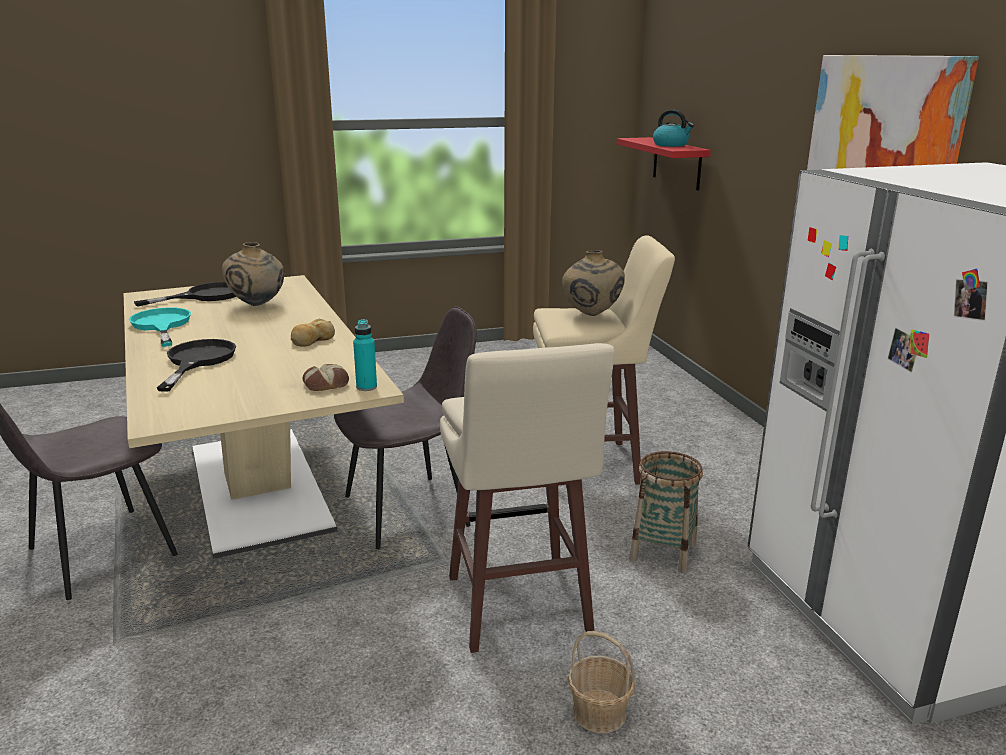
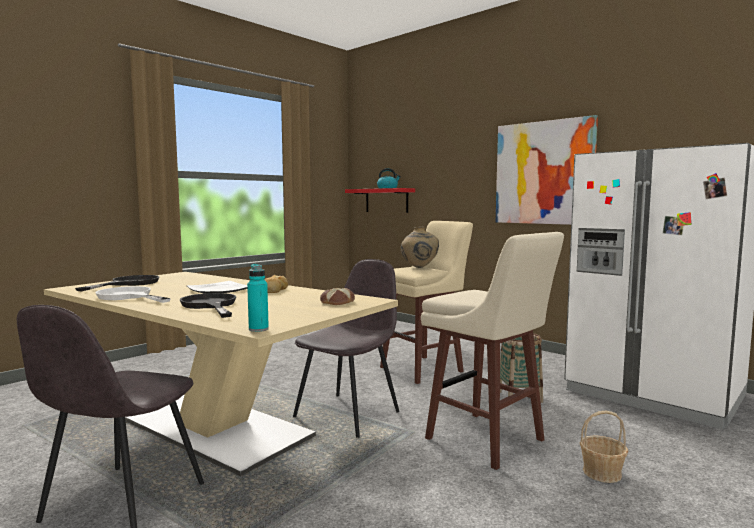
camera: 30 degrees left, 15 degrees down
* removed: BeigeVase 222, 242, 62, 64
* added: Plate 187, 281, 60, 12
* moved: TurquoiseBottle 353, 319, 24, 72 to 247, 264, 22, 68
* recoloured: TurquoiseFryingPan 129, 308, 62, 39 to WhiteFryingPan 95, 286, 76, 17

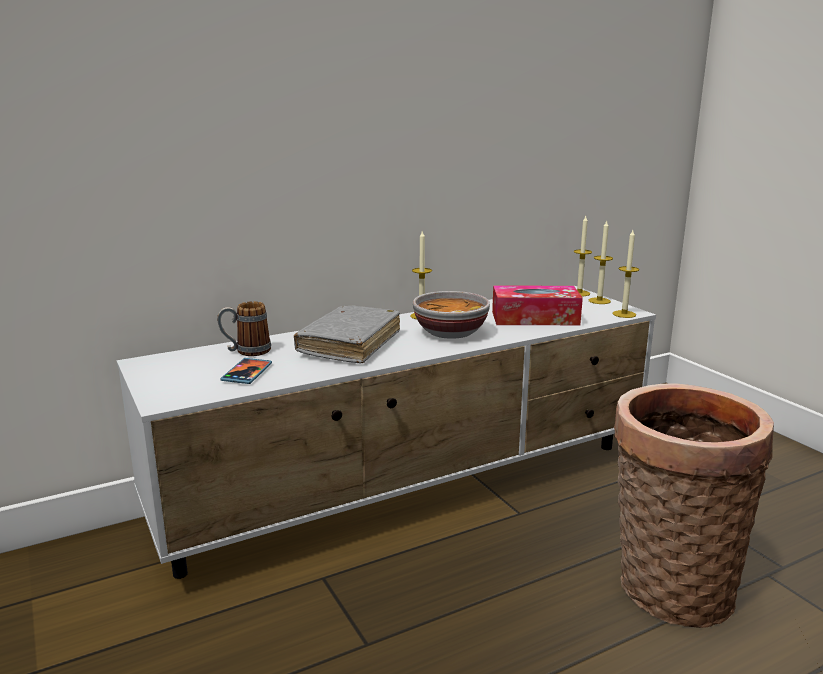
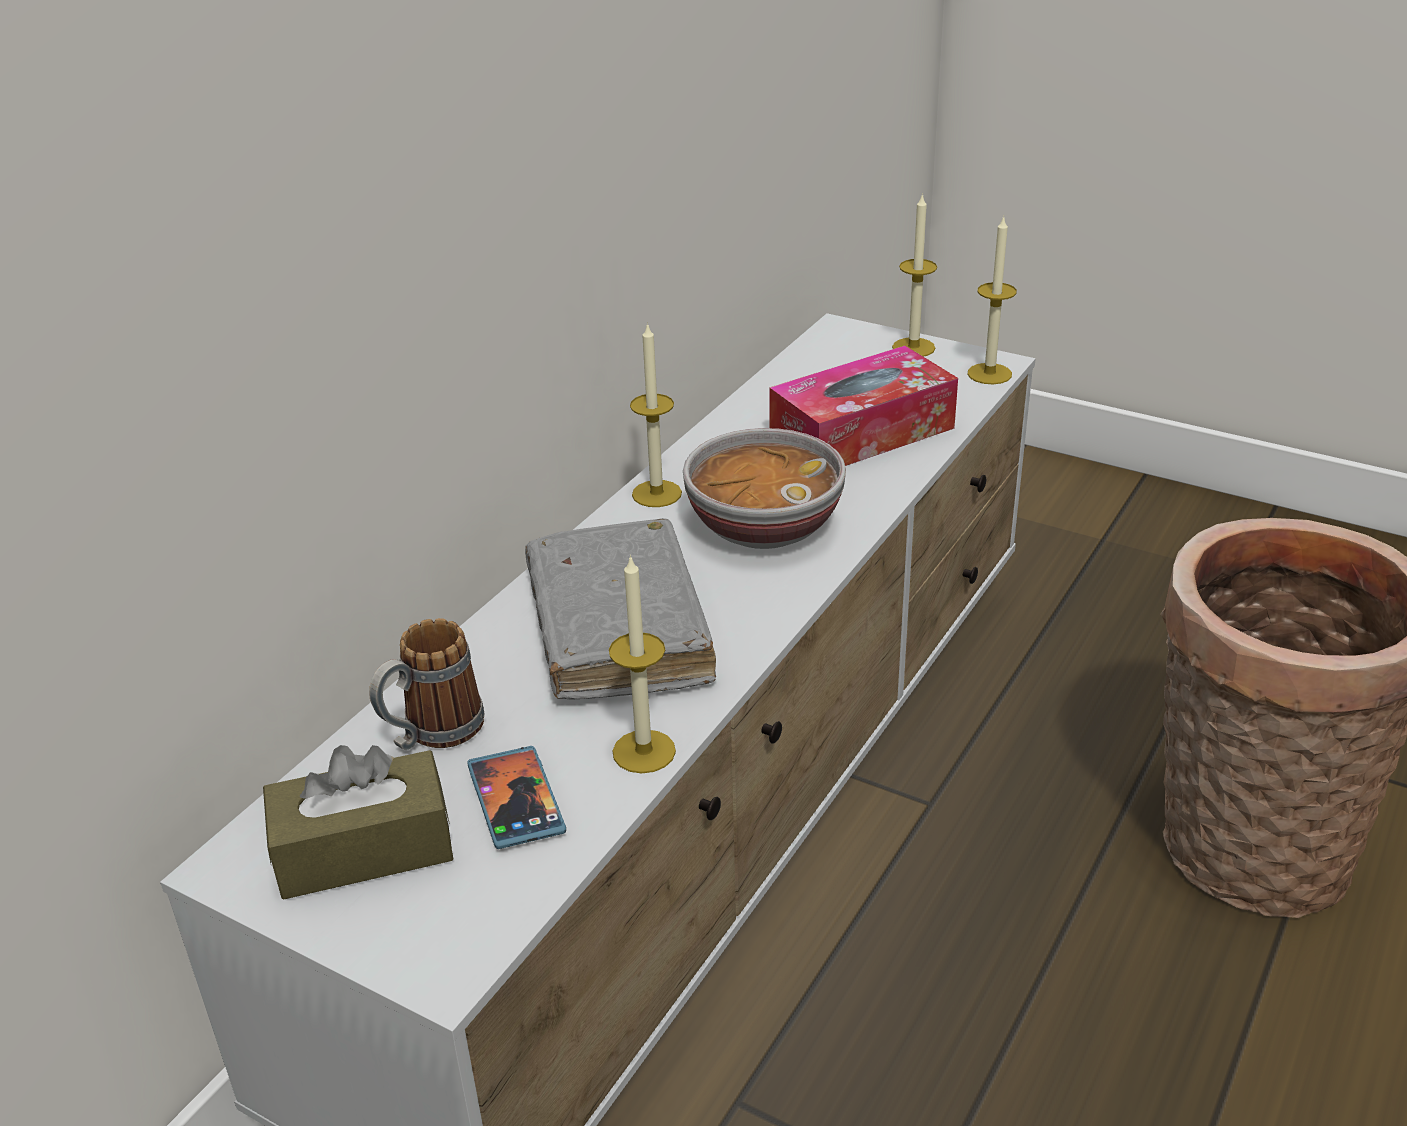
camera: 30 degrees left, 15 degrees up
* added: BrownTissueBox 263, 745, 190, 154
* moved: Candle 574, 216, 18, 80 to 609, 555, 67, 218

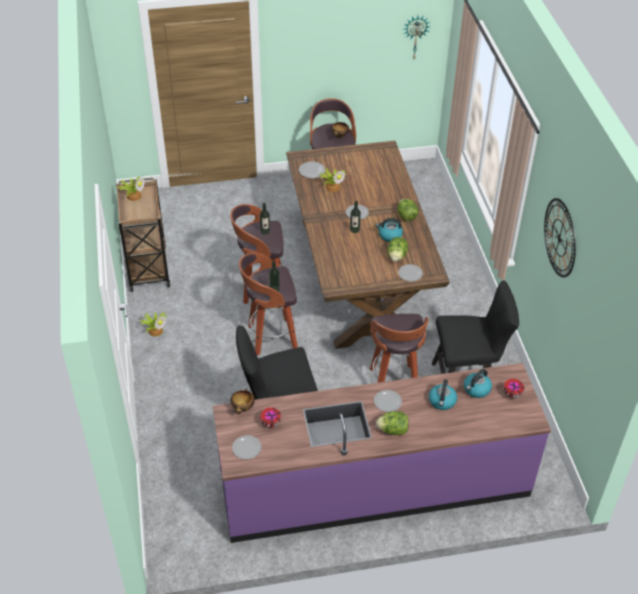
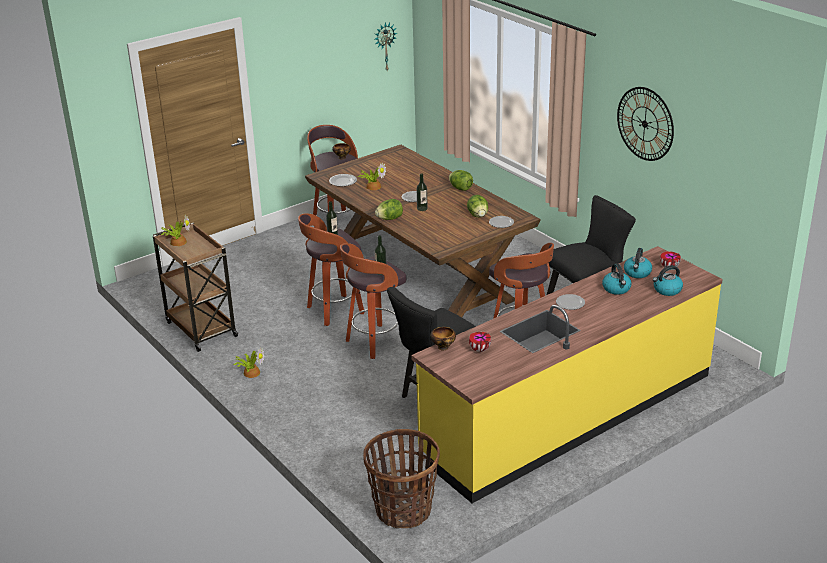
camera: 25 degrees left, 15 degrees down
* removed: Plate 232, 435, 29, 24
* added: Basket 363, 429, 77, 99
* moved: Kettle 376, 218, 27, 24 to 653, 265, 30, 31
* moved: Lettuce 376, 411, 33, 24 to 375, 199, 28, 21
* recoloured: PurpleCounter 213, 363, 338, 180 to YellowCounter 411, 246, 312, 257

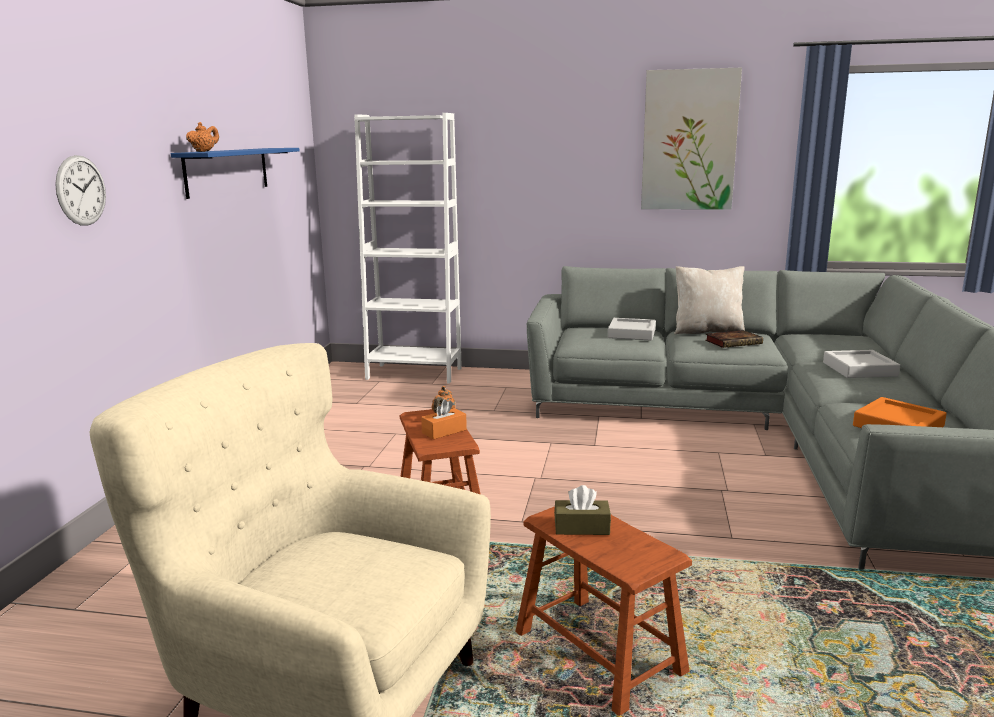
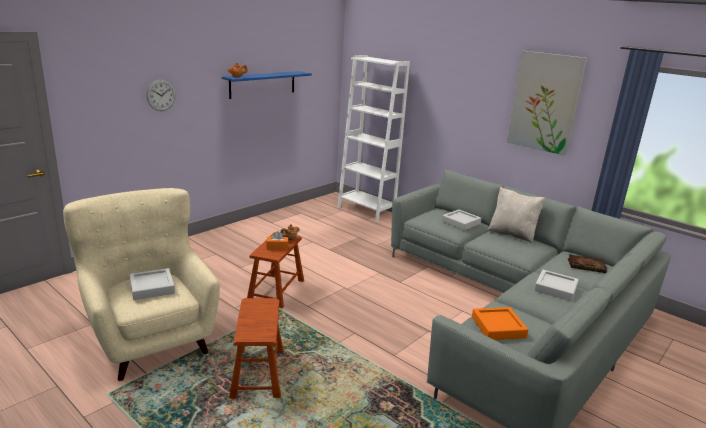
camera: 30 degrees right, 5 degrees up
* removed: BrownTissueBox 554, 485, 57, 50
* added: GreyTray 129, 268, 46, 32
* moved: Book 705, 330, 58, 18 to 568, 254, 39, 19

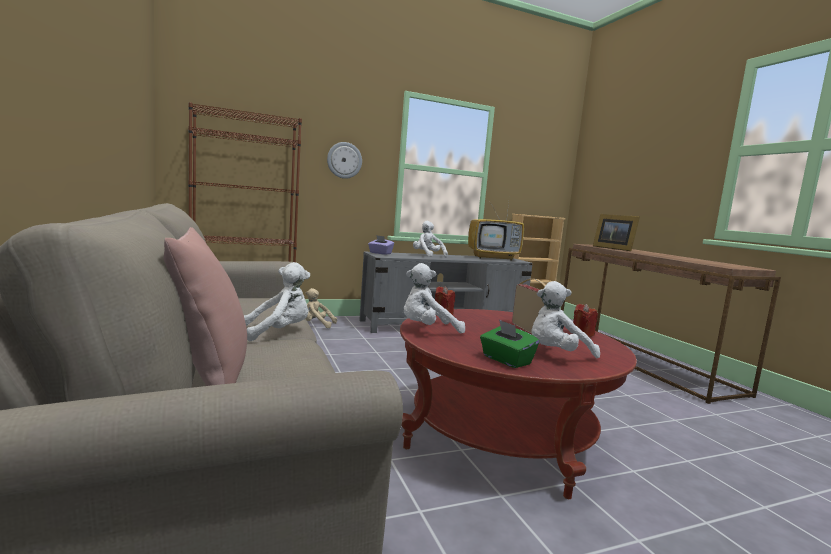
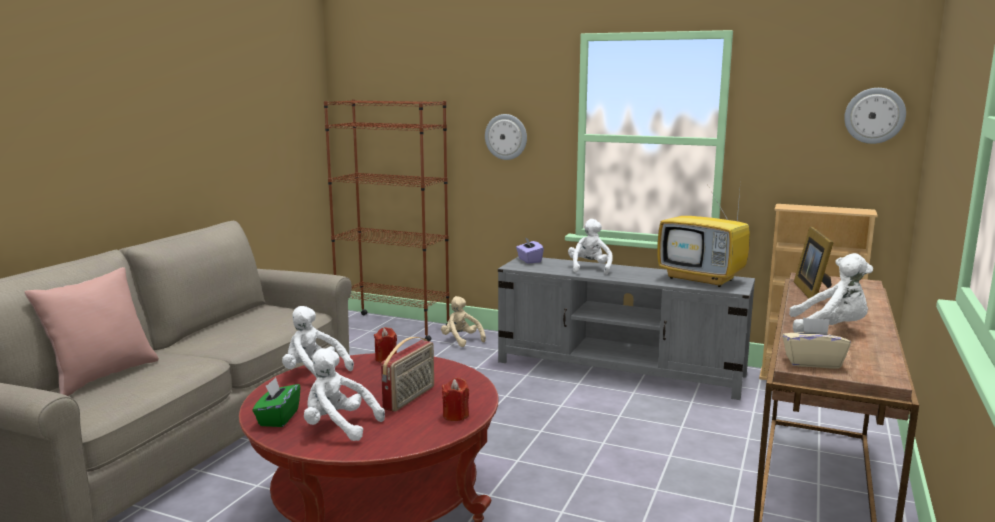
camera: 45 degrees right, 5 degrees up
* added: BeigeTissueBox 782, 318, 69, 51
* added: WallClock 844, 88, 62, 56
* moved: WhitePlushToy 244, 262, 66, 80 to 789, 253, 84, 80

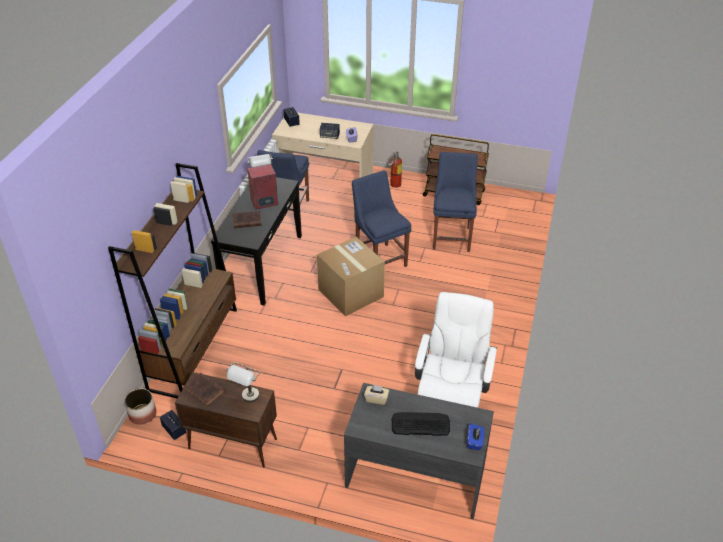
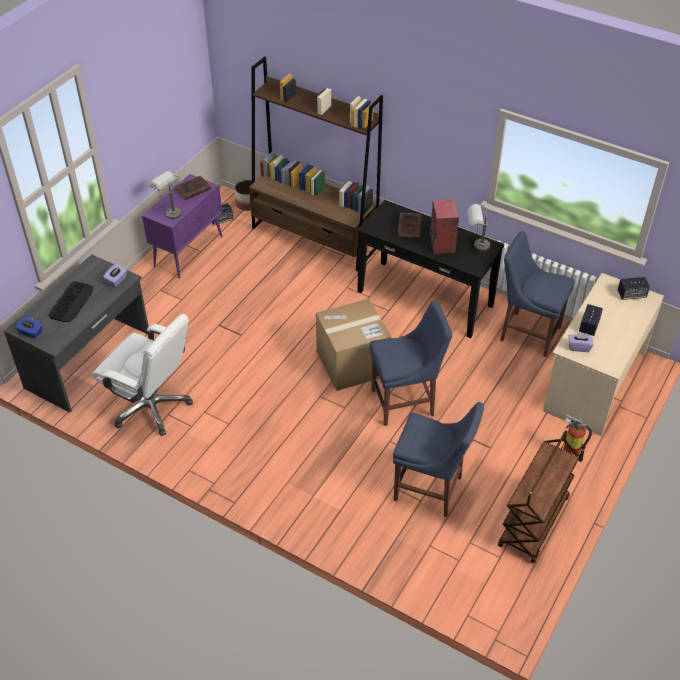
camera: 105 degrees right, 5 degrees up
* recoloured: BrownCabinet 175, 372, 102, 96 to PurpleCabinet 142, 174, 80, 104
* recoloured: BeigeTissueBox 364, 385, 25, 20 to PurpleTissueBox 103, 264, 24, 23

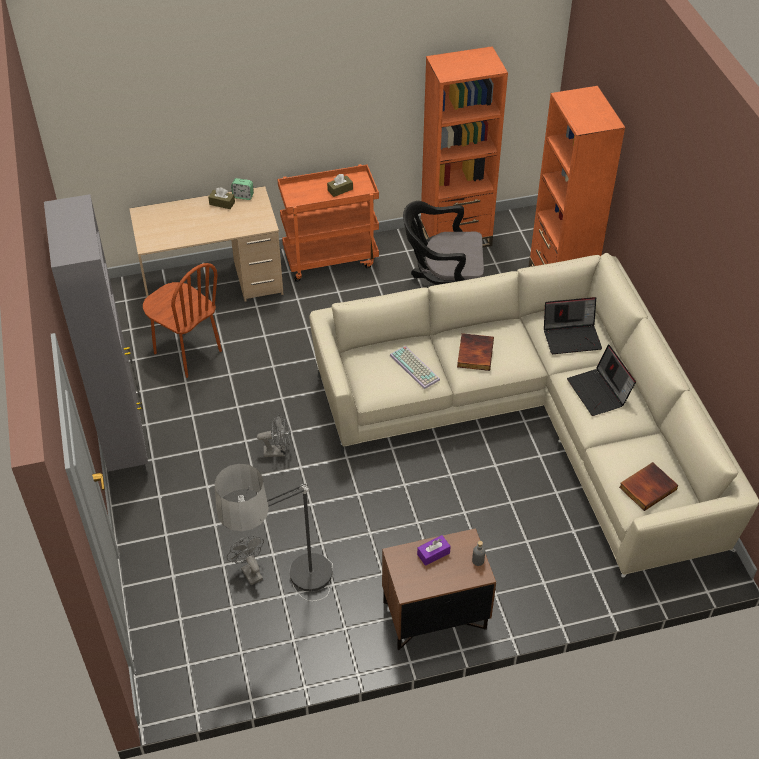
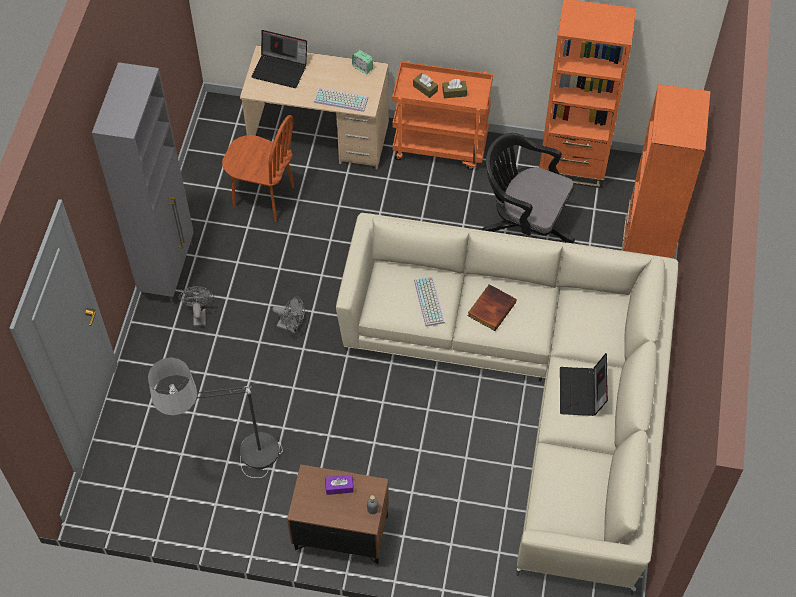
camera: 25 degrees right, 10 degrees up
* removed: Book 619, 462, 59, 49
* added: Keyboard 314, 88, 54, 24
* moved: BrownTissueBox 208, 187, 27, 22 to 413, 73, 25, 25
* moved: GreyFan 227, 536, 37, 49 to 179, 286, 35, 41
* moved: Laptop 544, 297, 58, 57 to 251, 30, 56, 58
* turned: BrownChair 143, 263, 79, 115 = 222, 115, 72, 107 45 degrees counterclockwise

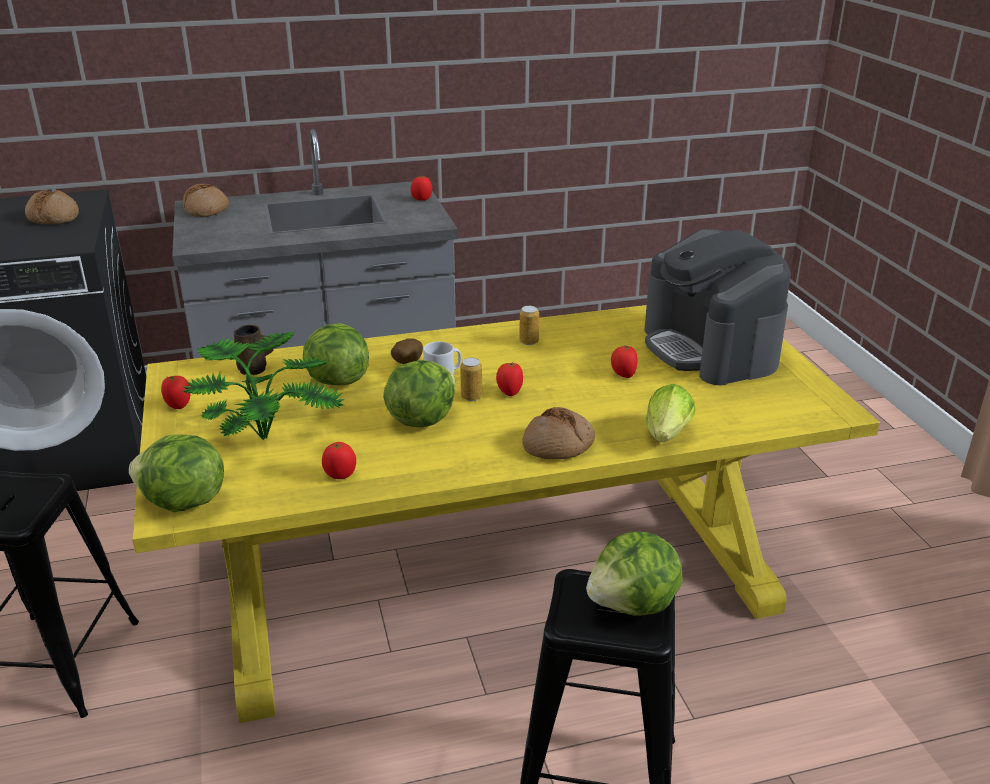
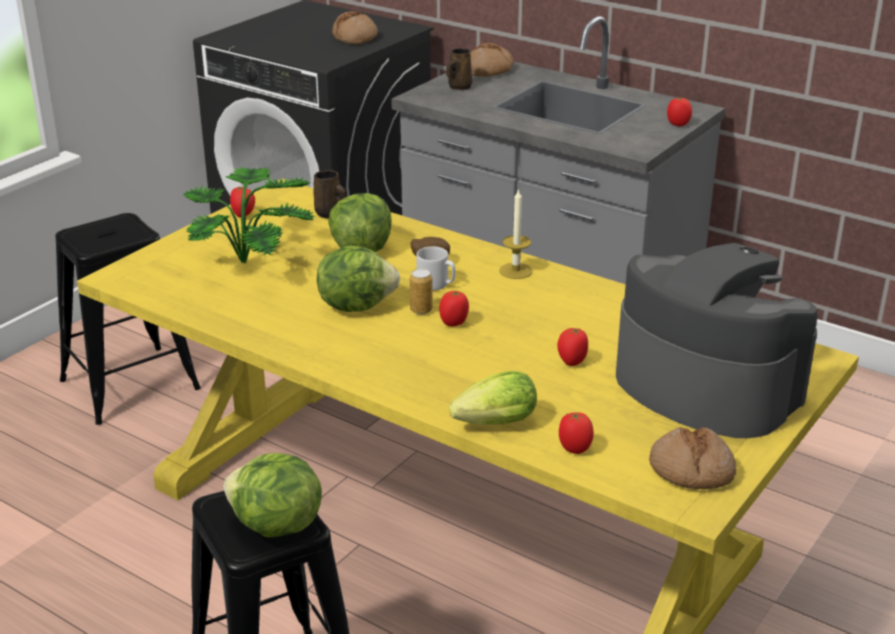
camera: 50 degrees right, 0 degrees up
* removed: Lettuce 129, 435, 95, 77
* removed: Can 519, 306, 20, 39
* added: BrownMug 446, 48, 26, 42
* added: Candle 499, 188, 34, 91
* moved: Tomato 322, 442, 34, 37 to 559, 412, 35, 42
* moved: Bread 522, 407, 73, 52 to 649, 427, 87, 62
* turned: CoffeeMachine 644, 229, 147, 156 = 616, 243, 202, 195 105 degrees clockwise

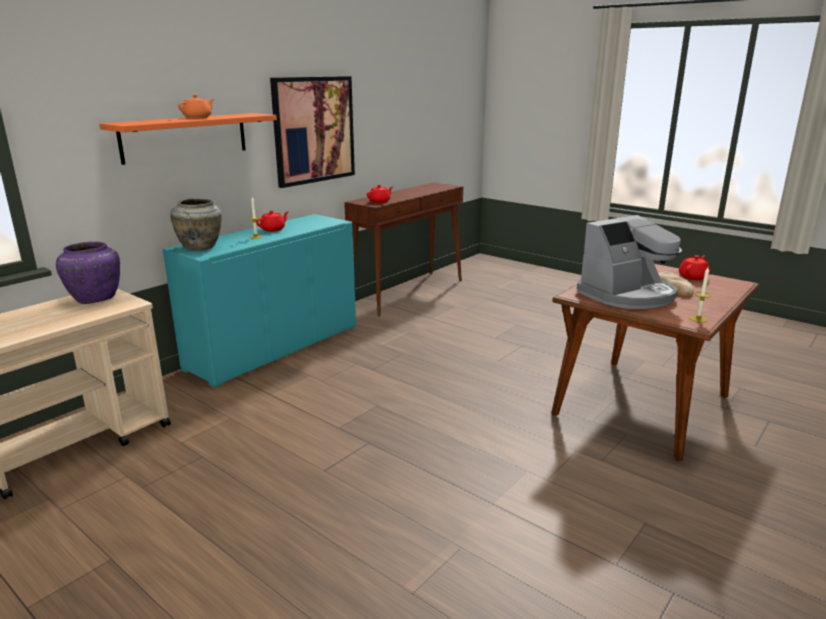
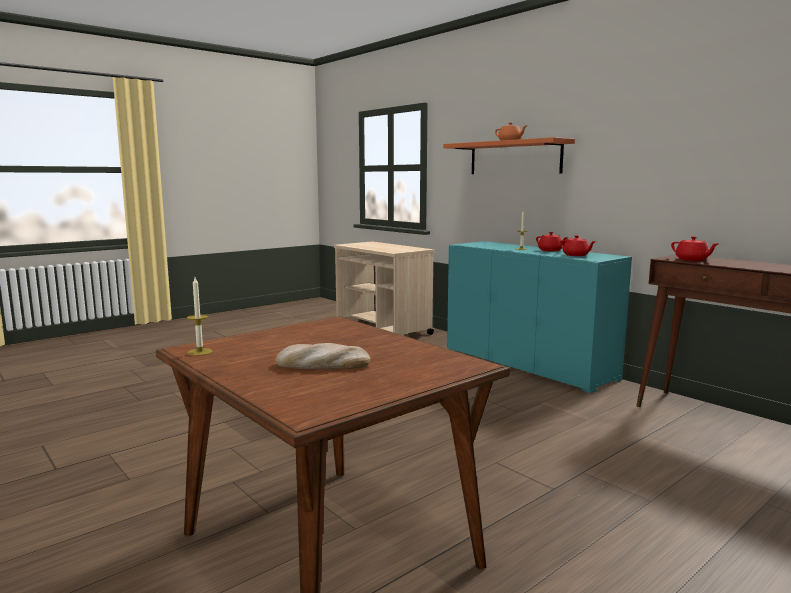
camera: 100 degrees right, 10 degrees down
* removed: PurpleVase 56, 242, 64, 62
* removed: BeigeVase 170, 199, 52, 51
* removed: Picture 270, 76, 85, 112
* removed: CoffeeMachine 577, 215, 105, 94
* moved: RedTeapot 679, 255, 31, 25 to 560, 235, 36, 21

